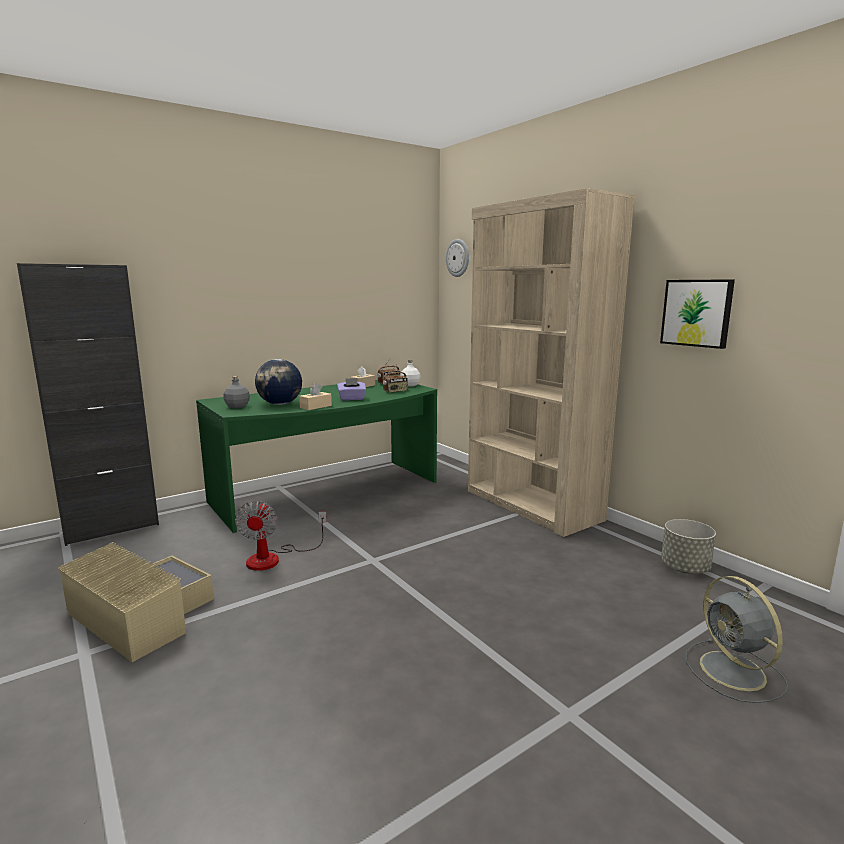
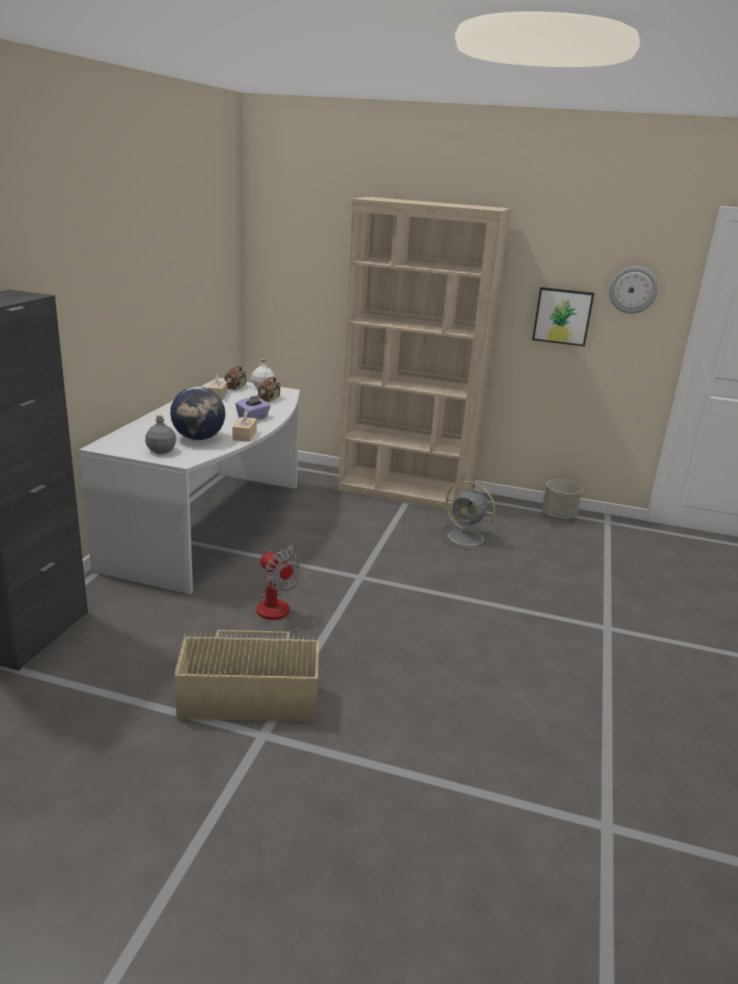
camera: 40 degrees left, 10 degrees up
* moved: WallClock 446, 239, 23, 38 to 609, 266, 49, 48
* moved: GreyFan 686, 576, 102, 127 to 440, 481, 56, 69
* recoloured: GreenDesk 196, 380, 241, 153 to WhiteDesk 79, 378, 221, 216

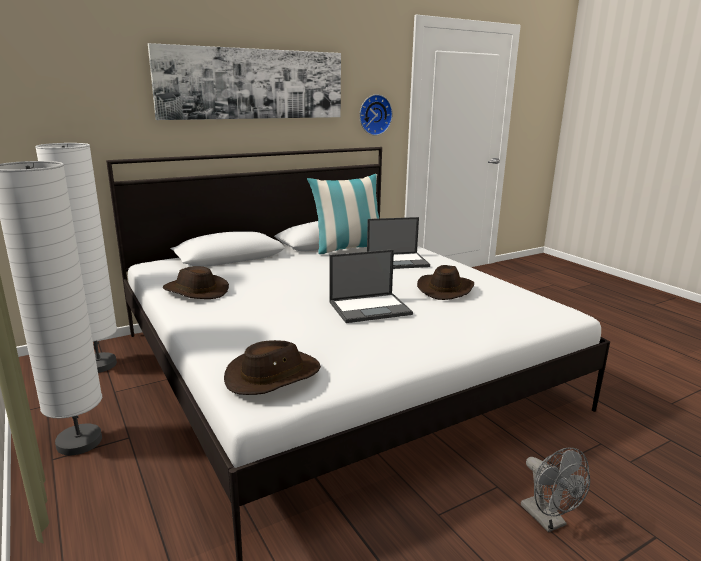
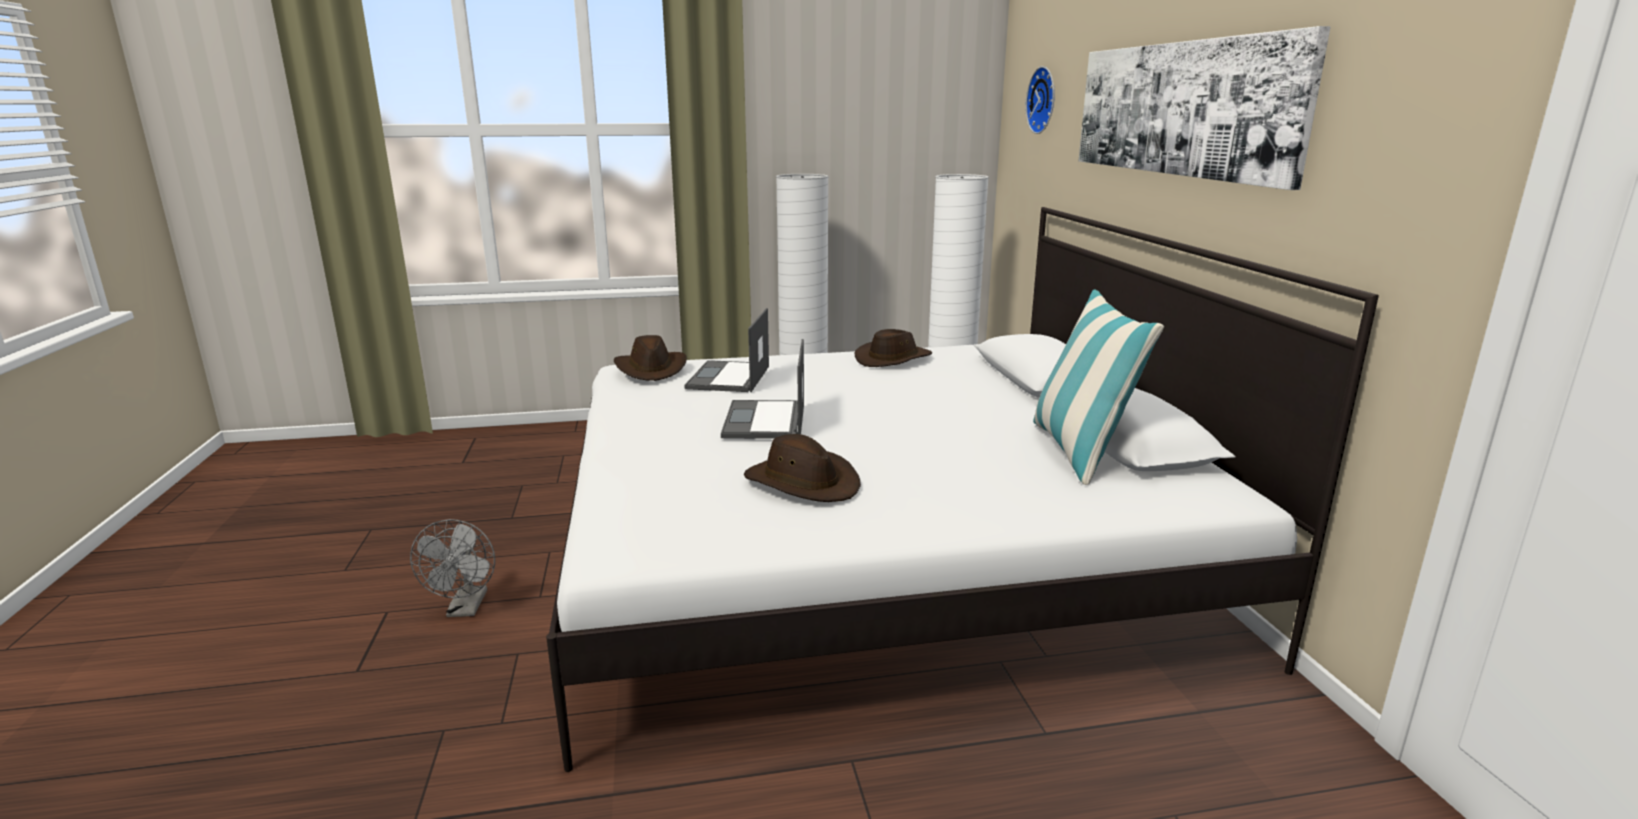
camera: 110 degrees right, 0 degrees up
* moved: WallClock 359, 94, 34, 42 to 1026, 66, 29, 68
* moved: Laptop 367, 217, 63, 52 to 684, 308, 85, 84
* turned: GreyFan 521, 448, 69, 84 = 410, 519, 85, 98 90 degrees counterclockwise

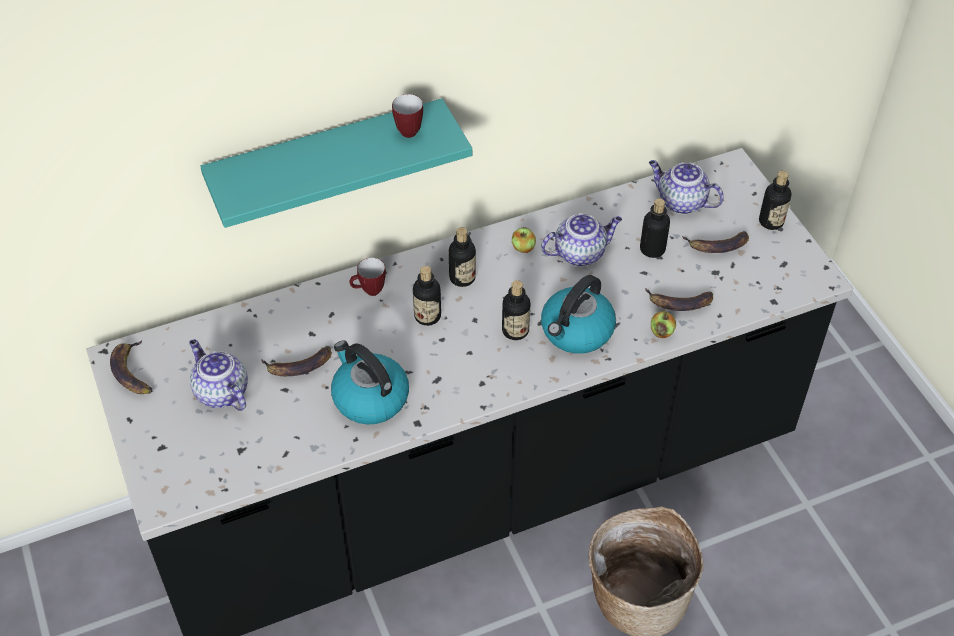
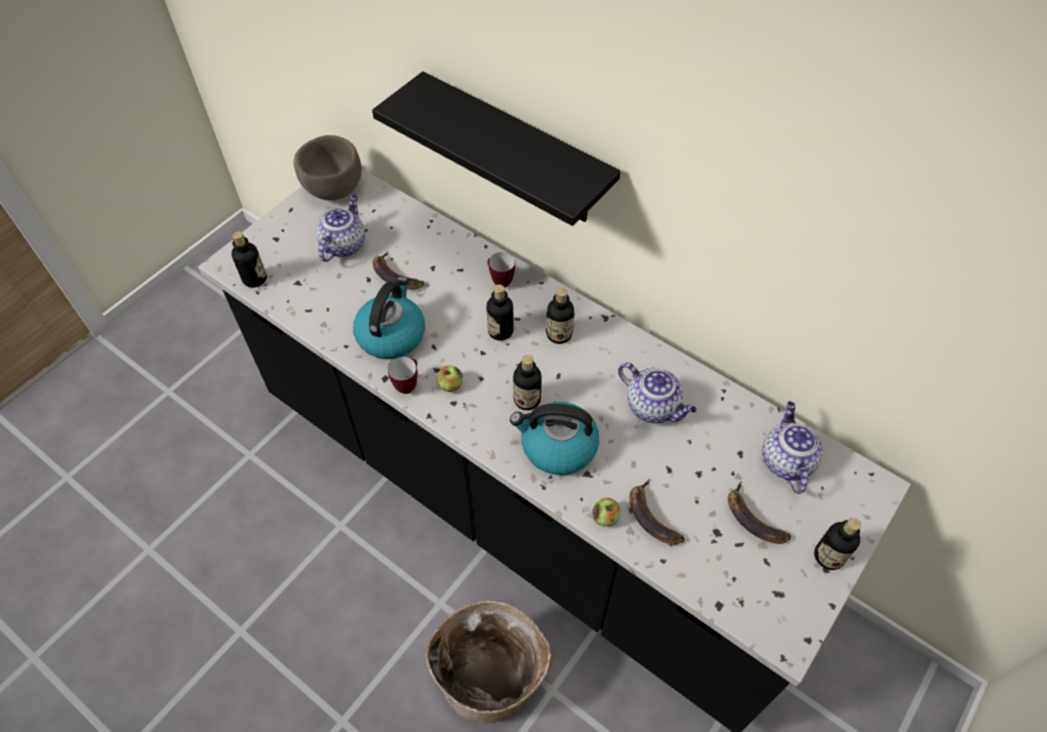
camera: 60 degrees right, 5 degrees up
* moved: Mug 392, 94, 31, 44 to 388, 357, 30, 37
* moved: Apple 512, 227, 24, 26 to 437, 365, 26, 27
* moved: Bottle 640, 198, 30, 60 to 232, 231, 35, 57
* replaced: Banana 110, 340, 42, 54 to BrownBowl 293, 135, 69, 65
* recoloured: TurquoiseShelf 200, 98, 272, 130 to BlackShelf 372, 71, 249, 155

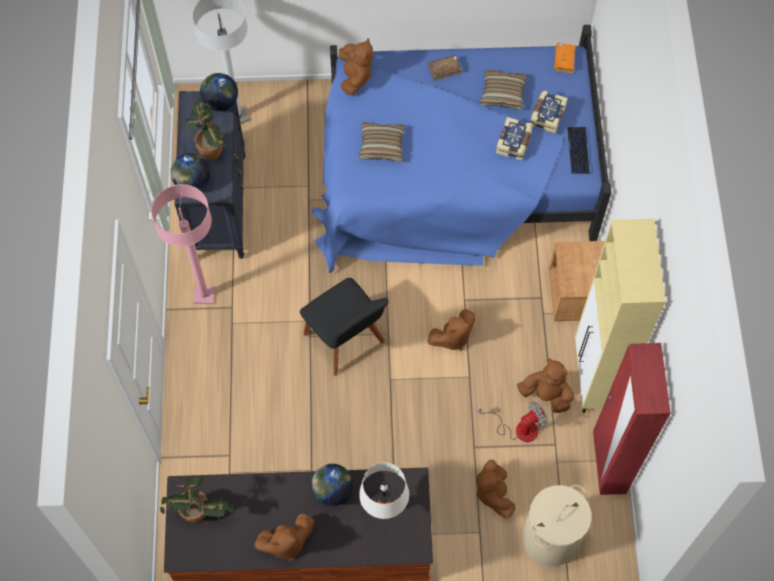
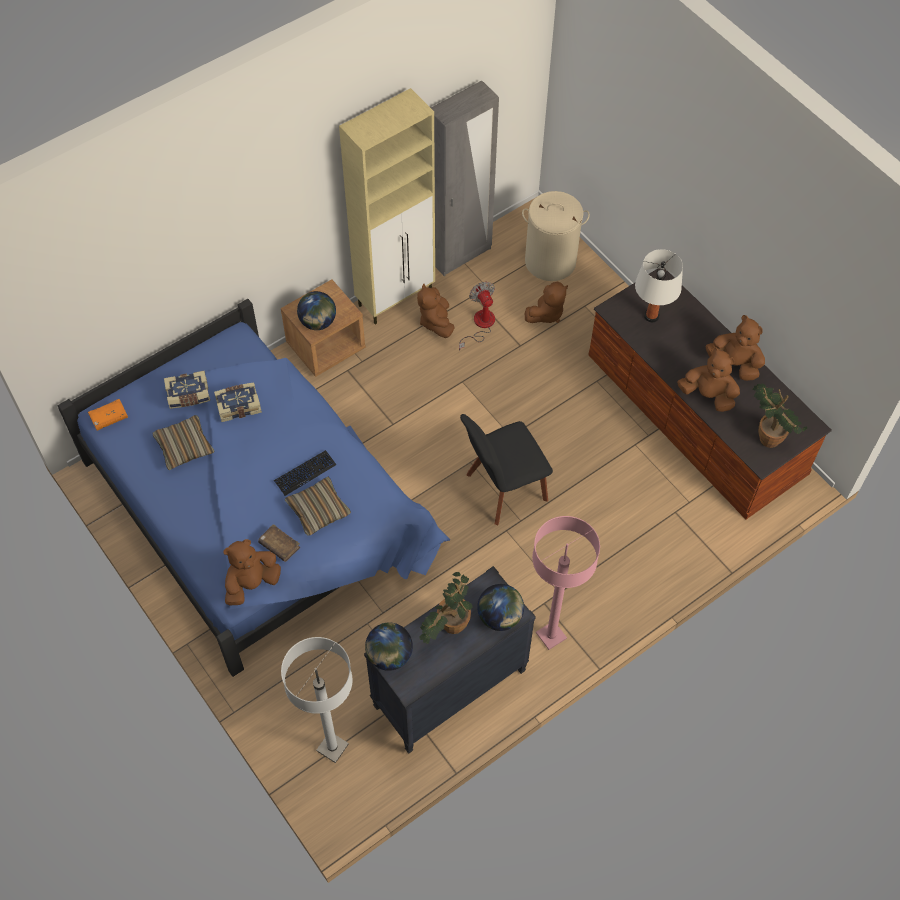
camera: 125 degrees left, 5 degrees down
* moved: Globe 311, 464, 42, 42 to 297, 291, 39, 39
* moved: BrownPlushToy 427, 309, 48, 42 to 677, 347, 63, 65
* moved: BrownBook 428, 55, 34, 26 to 258, 524, 42, 38
* moved: Keyboard 567, 127, 22, 47 to 274, 450, 62, 46
* recoloured: RedWardrobe 593, 343, 78, 152 to GreyWardrobe 431, 80, 68, 196
* turned: BlackChair 300, 278, 88, 98 = 460, 414, 93, 111 135 degrees counterclockwise
* turned: Fan 476, 402, 72, 40 = 459, 282, 36, 68 45 degrees clockwise

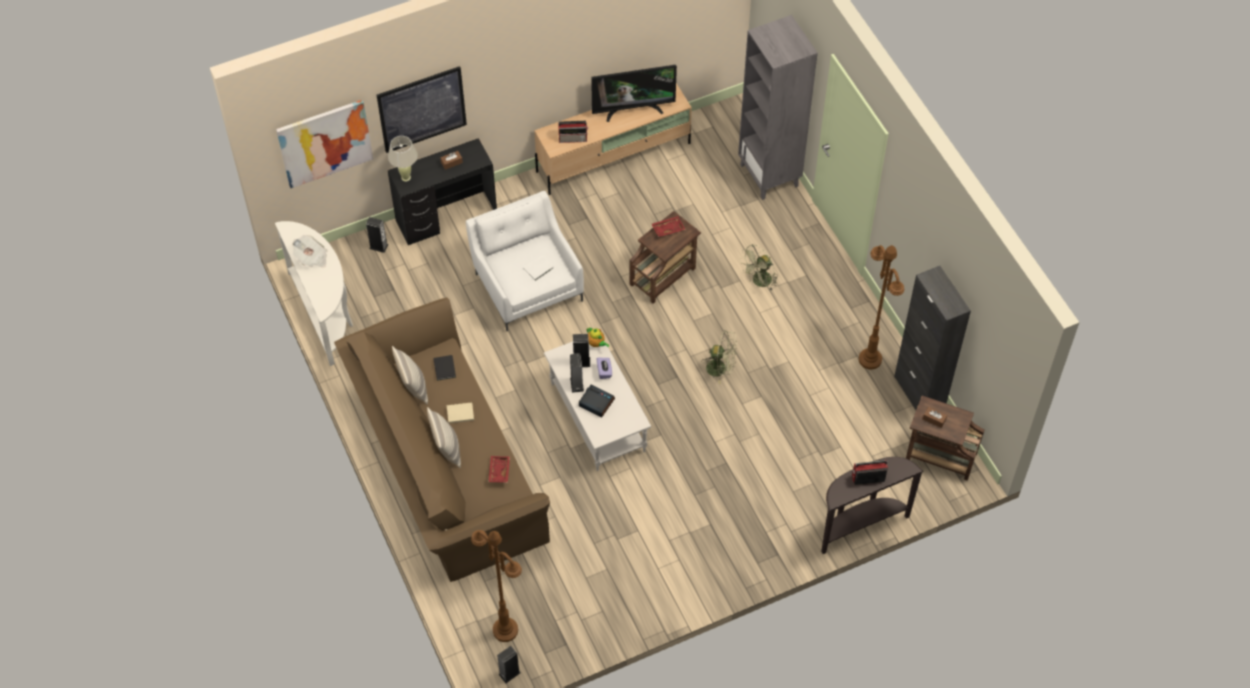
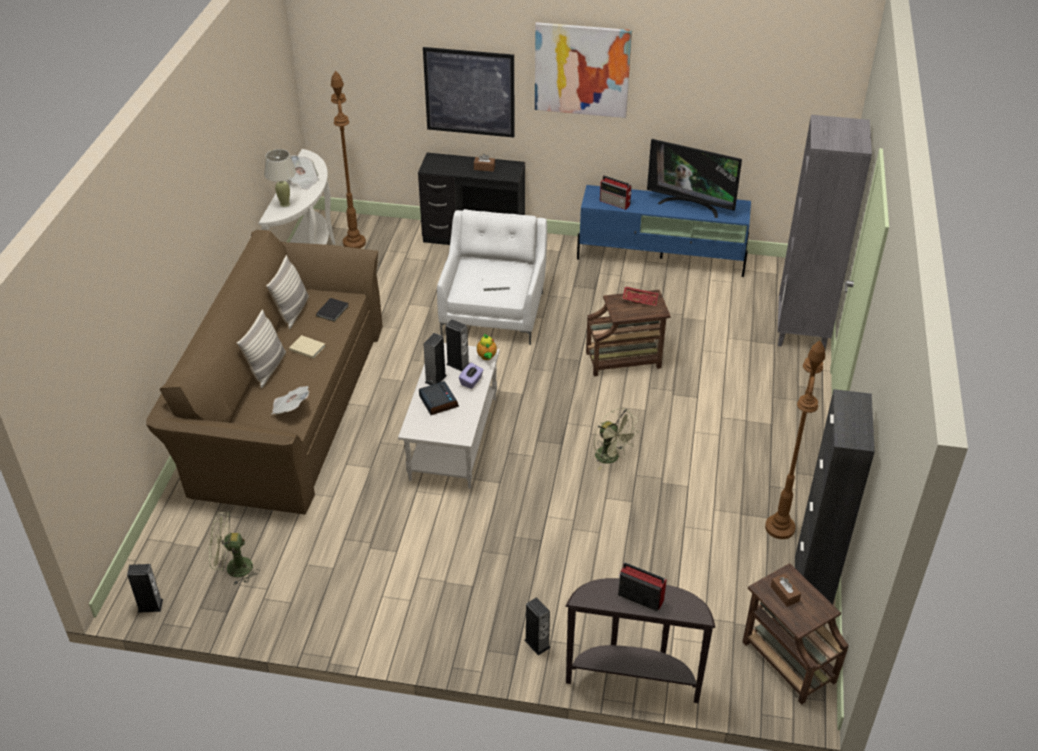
camera: 35 degrees right, 15 degrees down
* moved: Picture 276, 100, 97, 88 to 535, 22, 97, 96
* moved: Speaker 366, 217, 23, 36 to 524, 598, 27, 57
* moved: BeigeTableLamp 388, 136, 30, 46 to 264, 149, 32, 58
* moved: BrownFloorLamp 471, 530, 51, 112 to 331, 71, 35, 178
* moved: GreenFan 739, 244, 38, 46 to 209, 512, 51, 74
* replaced: RedTray 488, 456, 22, 27 to Newspaper 271, 386, 38, 29
* recoloured: BeigeTvStand 534, 83, 158, 112 to BlueTvStand 577, 185, 174, 92

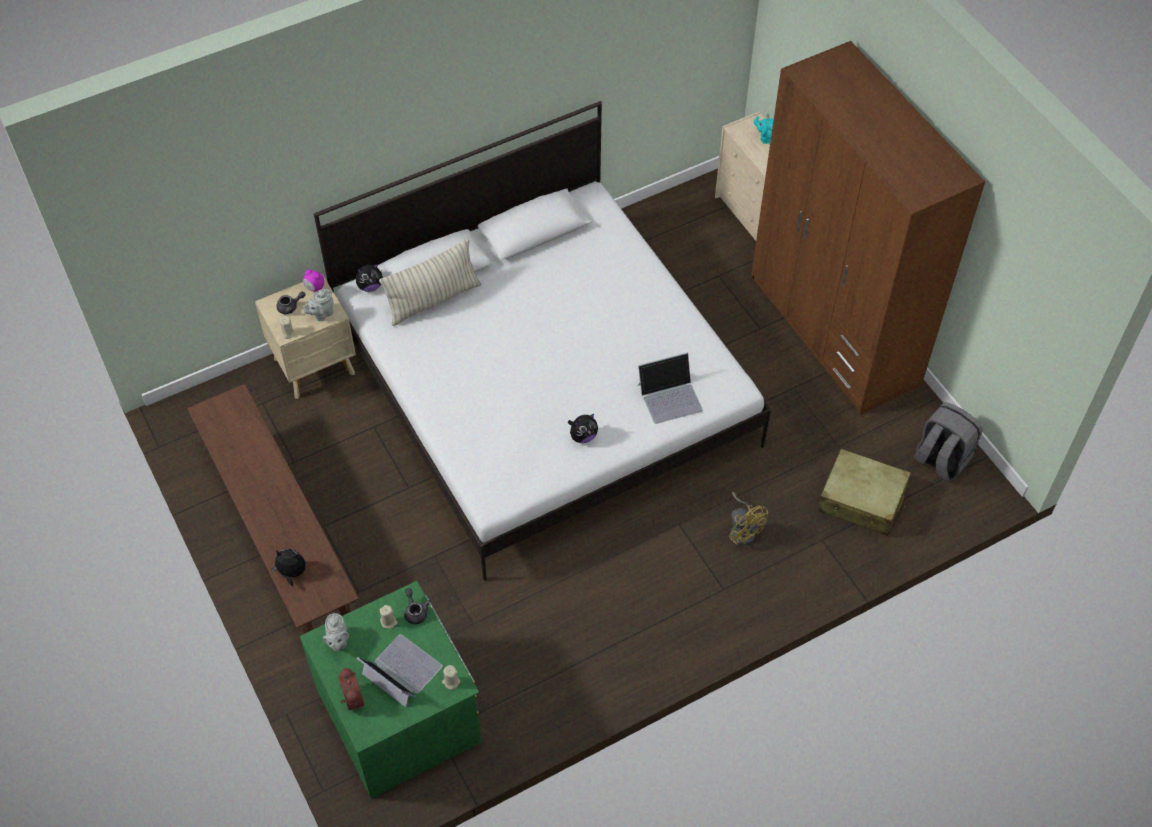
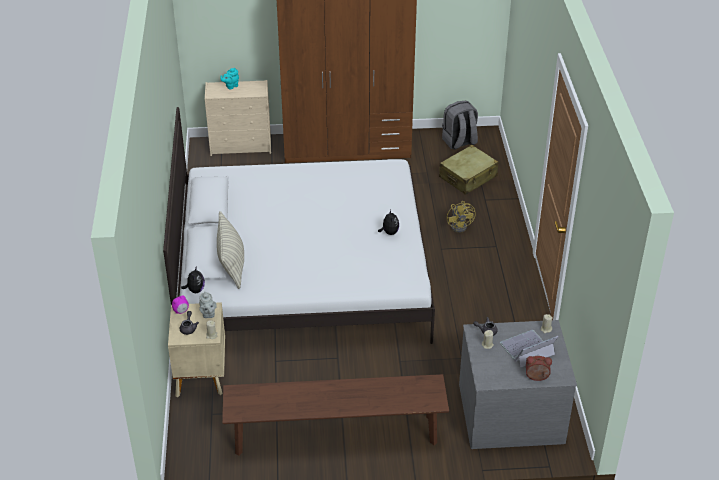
camera: 65 degrees left, 15 degrees down
* removed: PlushToy 271, 549, 34, 37
* removed: GreyTeapot 323, 613, 26, 38
* removed: Laptop 638, 353, 65, 71
* recoloured: GreenDresser 300, 581, 181, 218 to GreyDresser 459, 320, 118, 129
* turned: YellowFan 729, 492, 39, 53 = 447, 201, 29, 32 90 degrees clockwise

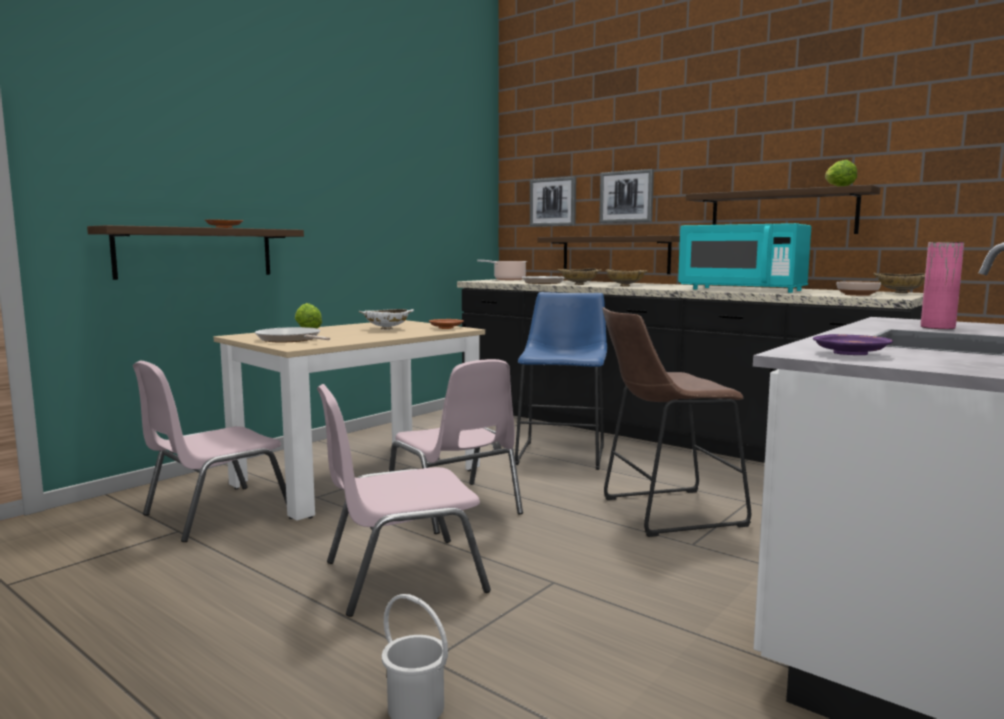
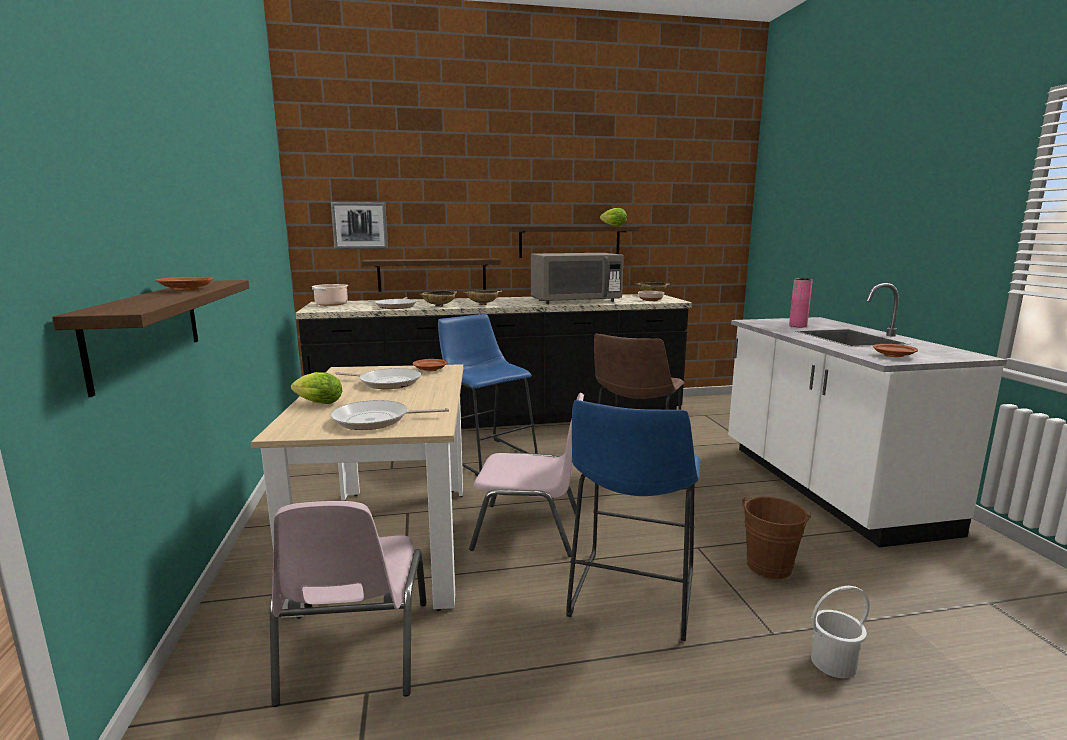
camera: 50 degrees left, 5 degrees up
* removed: Picture 599, 169, 55, 54
* added: BrownBucket 742, 496, 69, 83
* replaced: PinkChair 317, 384, 174, 233 to BlueStool 566, 400, 134, 241
* replaced: WhiteBowl 359, 309, 55, 21 to FryingPan 335, 368, 86, 21
* recoloured: TurquoiseMicrowave 678, 223, 133, 70 to GreyMicrowave 531, 253, 93, 51
* recoloured: PurplePlate 813, 334, 80, 21 to BrownPlate 873, 344, 45, 13

